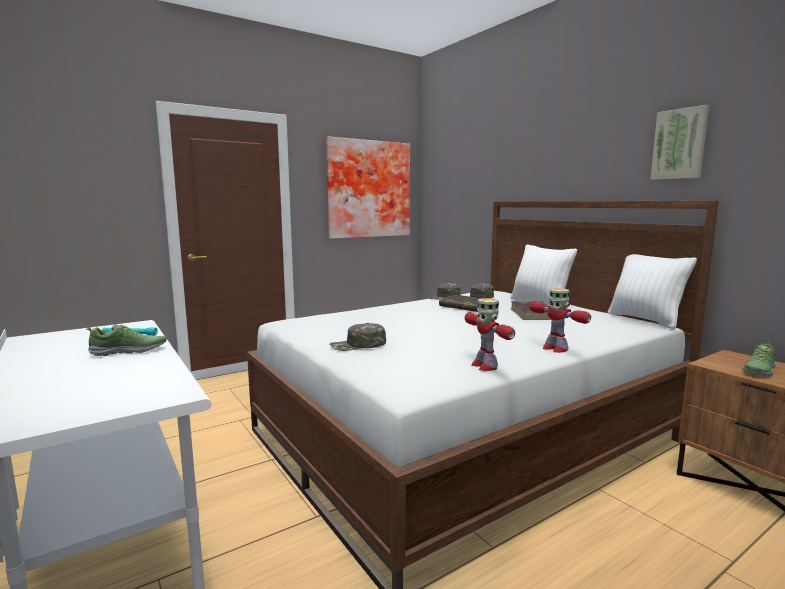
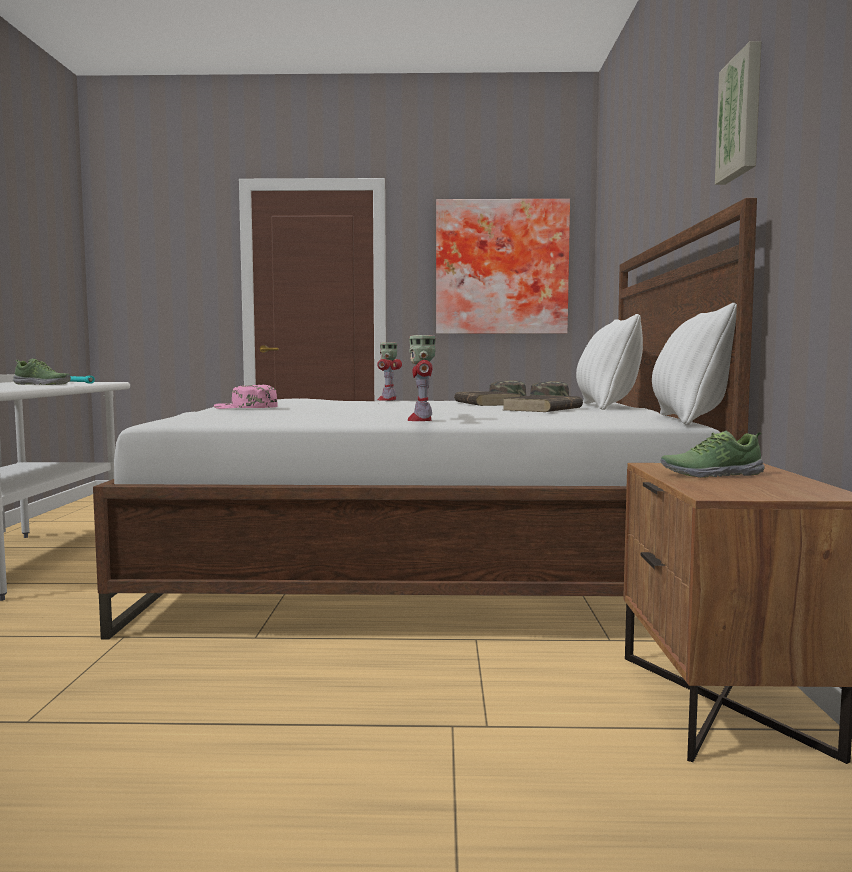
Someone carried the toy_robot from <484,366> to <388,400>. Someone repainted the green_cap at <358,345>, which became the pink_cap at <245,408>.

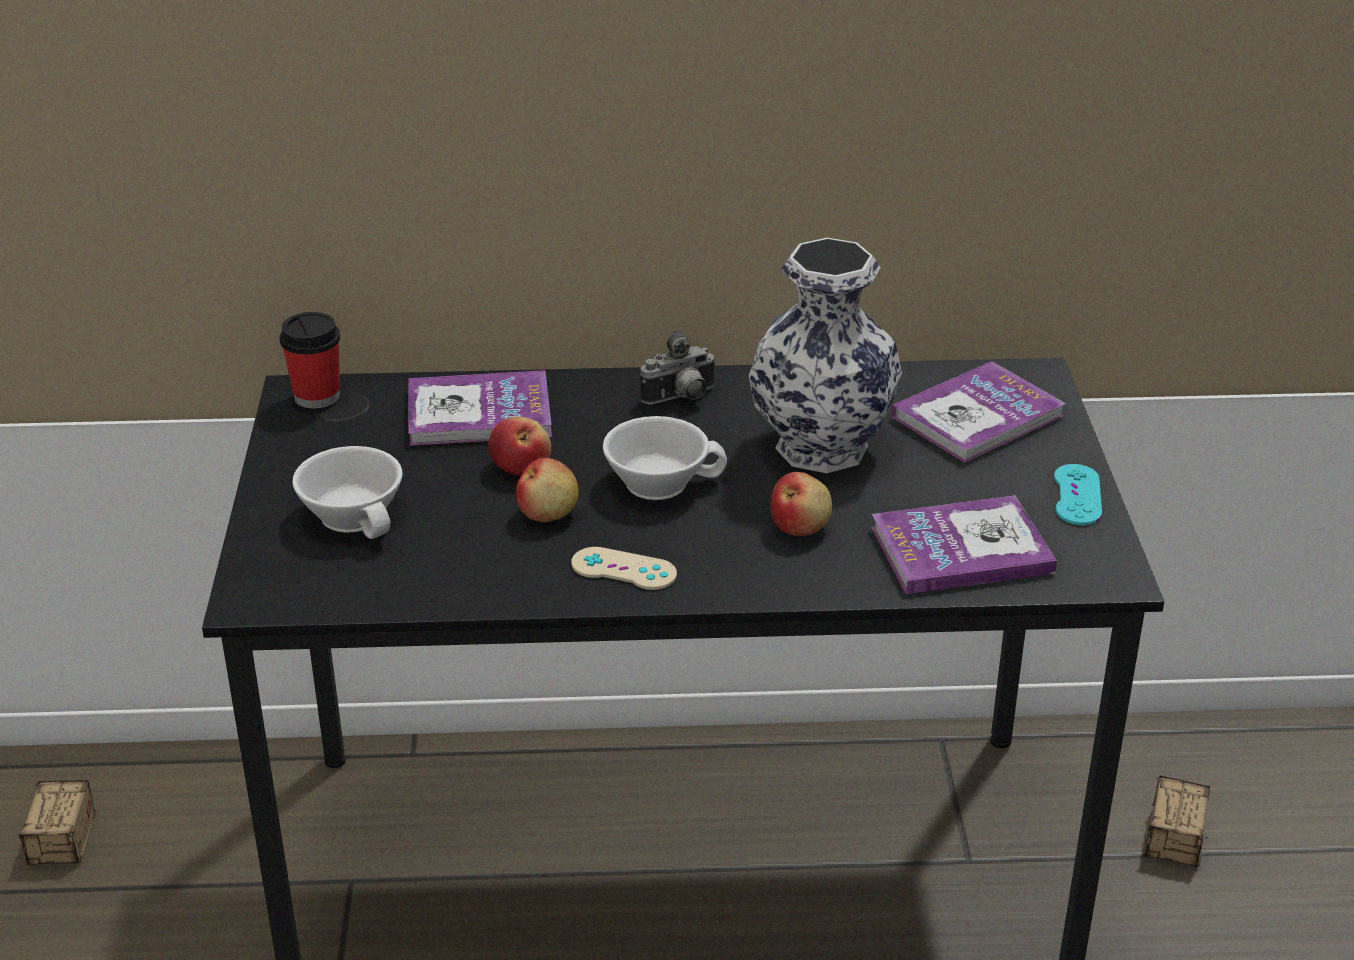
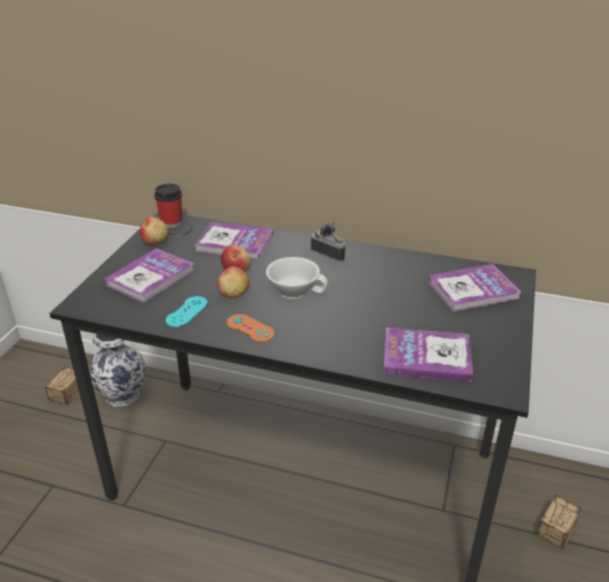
Someone carried the vase from <822,445> to <123,394>. Someone rotated the photo_camera at <681,398> by 135 degrees counterclockwise. Someone swapped the white_cup at <357,515> for the book at <150,277>. Someone carried the turquoise_game_controller from <1077,495> to <187,312>. Someone carried the apple from <800,526> to <155,241>. Someone repainted the beige_game_controller at <623,569>, which became the orange_game_controller at <250,328>.

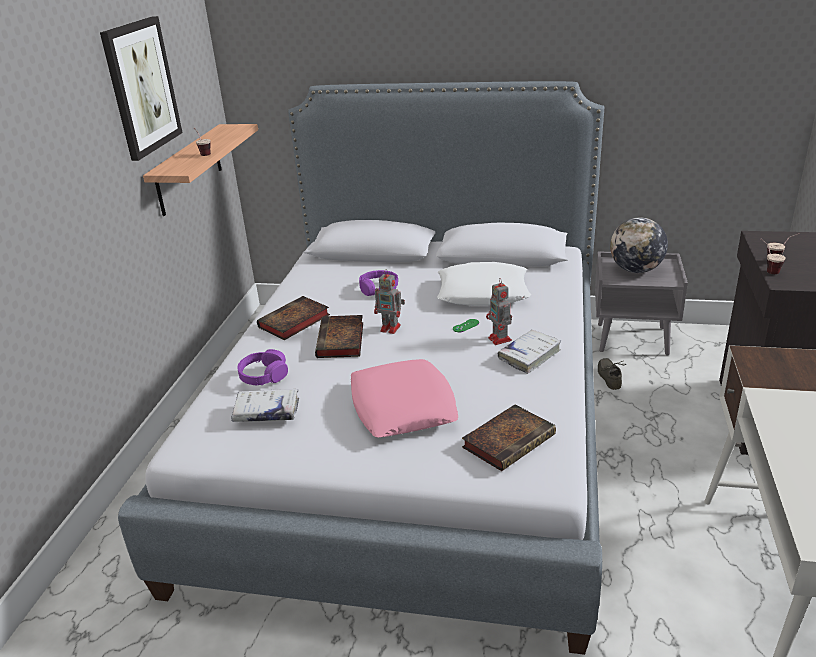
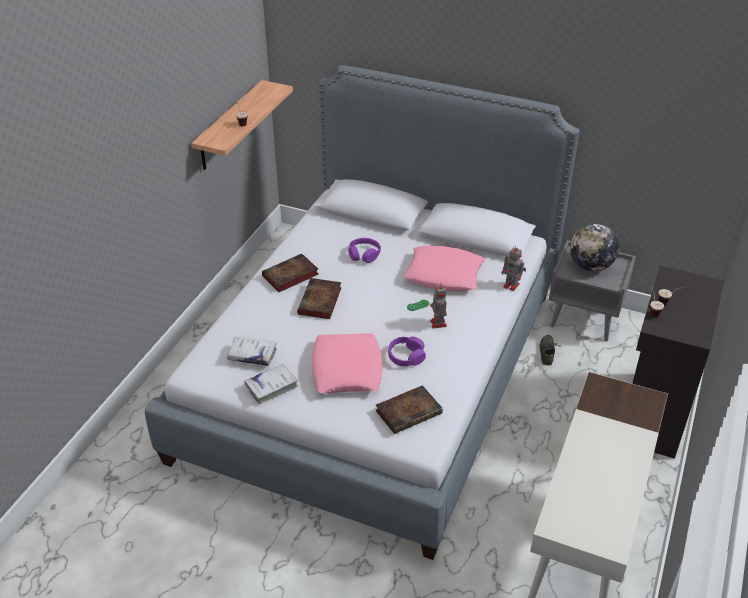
Someone took away the picture at <141,87>. Someone repainted the white_pillow at <483,292>, which became the pink_pillow at <444,274>. Someone carried the toy_robot from <391,328> to <512,285>. Someone carried the white_book from <529,356> to <271,387>. Someone carried the purple_headphones from <264,375> to <406,356>.

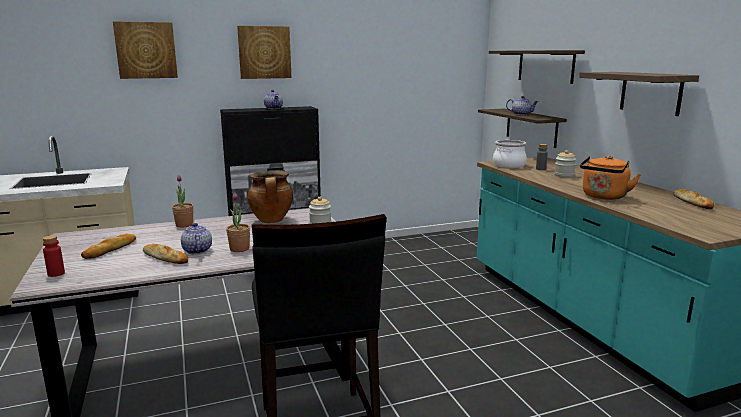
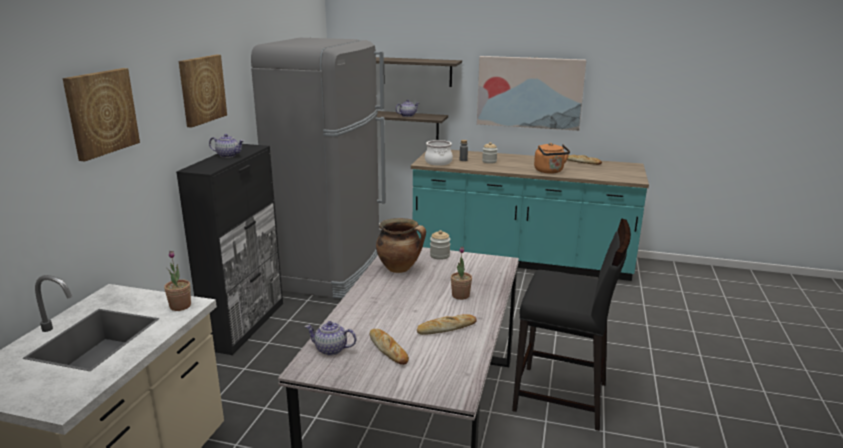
Someone swapped the shelf at <650,93> for the picture at <529,92>. Someone carried the potted_plant from <184,225> to <180,306>. Someone carried the teapot from <197,250> to <330,349>. Someone took away the red_bottle at <56,274>. Someone put down the grey_fridge at <331,272>.

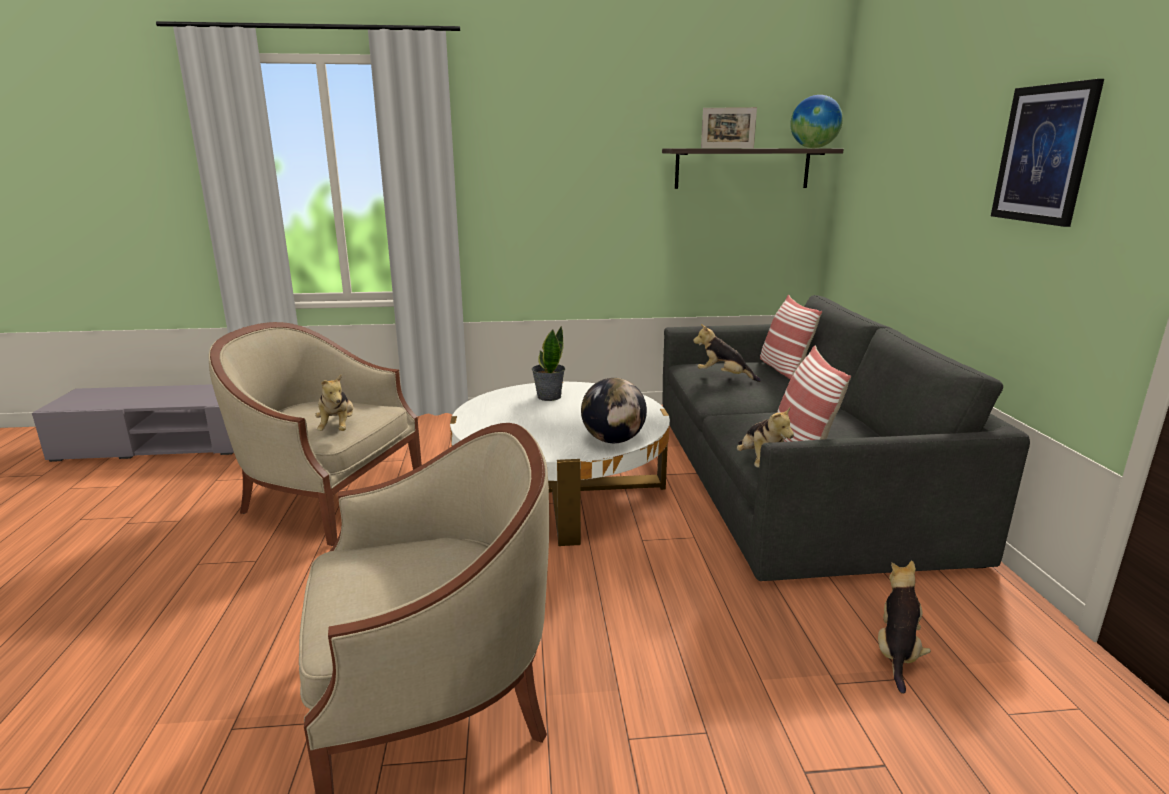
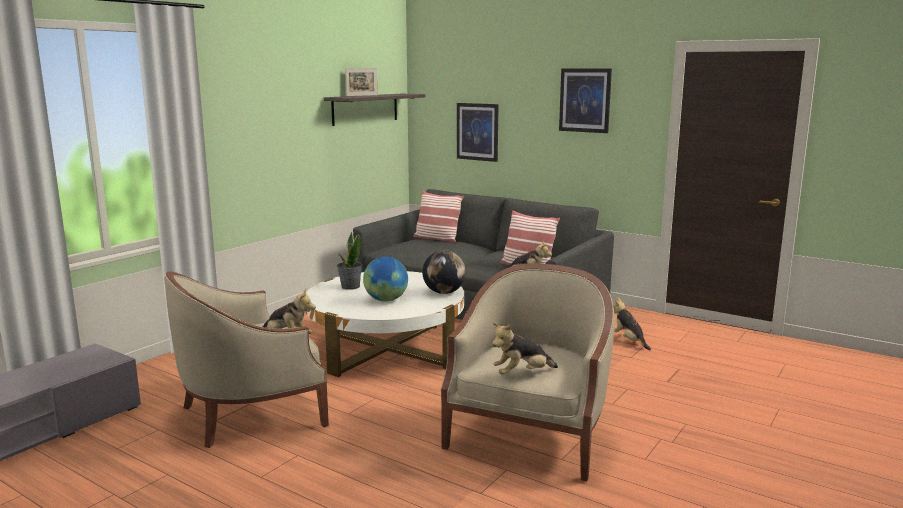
Someone carried the globe from <813,148> to <385,300>. Someone carried the plush_toy from <724,376> to <522,374>. Someone put up the picture at <477,132>.

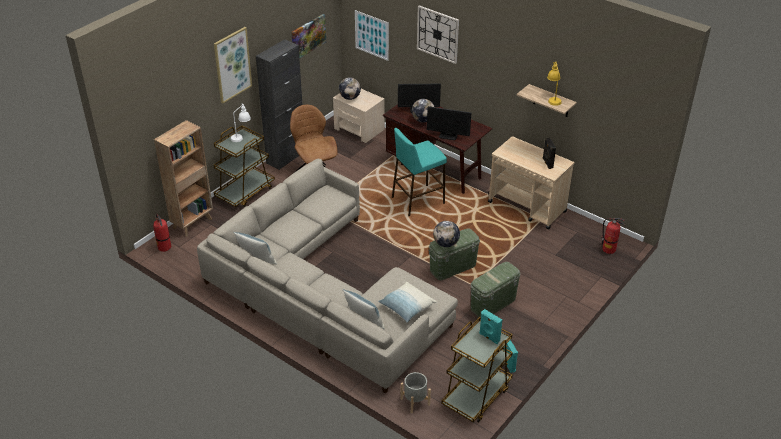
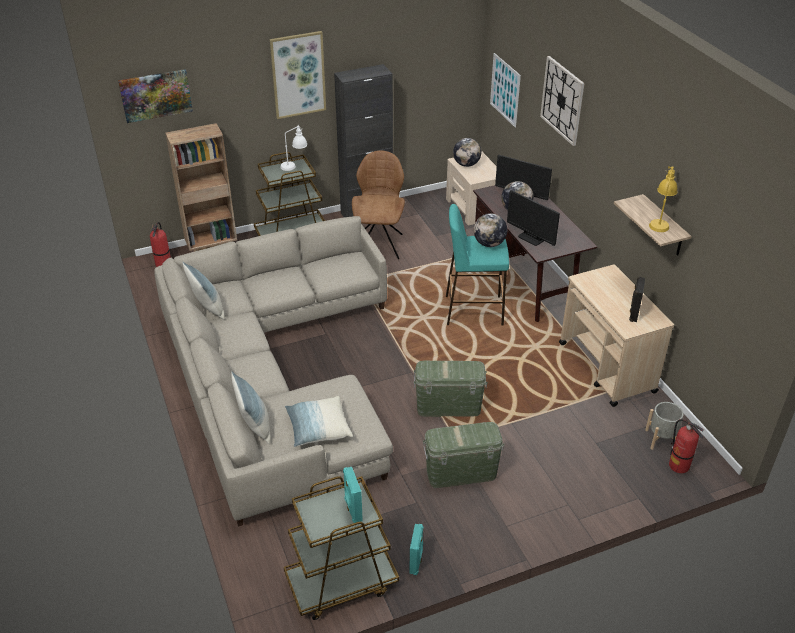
Someone carried the picture from <308,36> to <155,95>. Someone carried the globe from <446,244> to <489,244>. Someone carried the grey_planter from <415,402> to <661,439>.

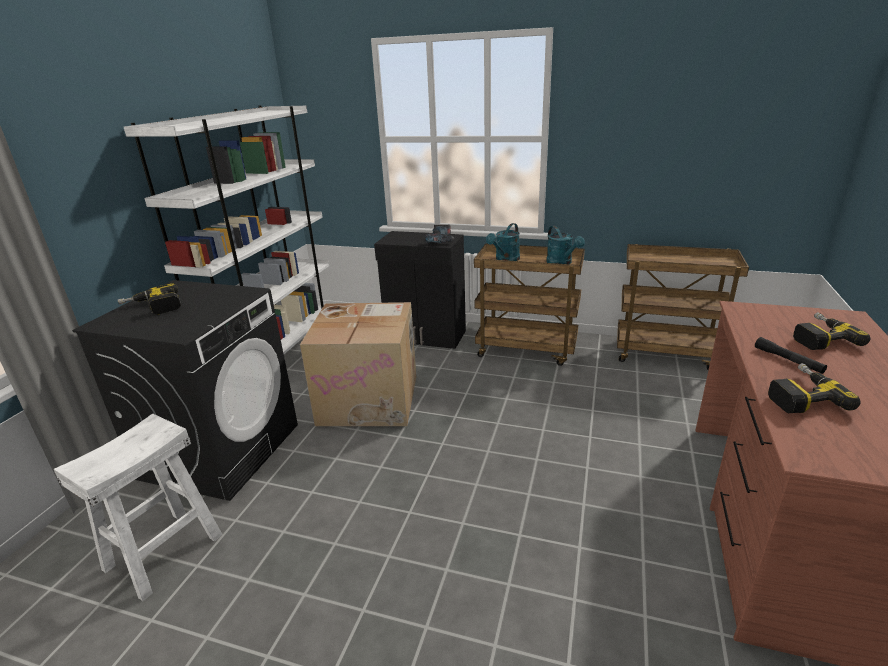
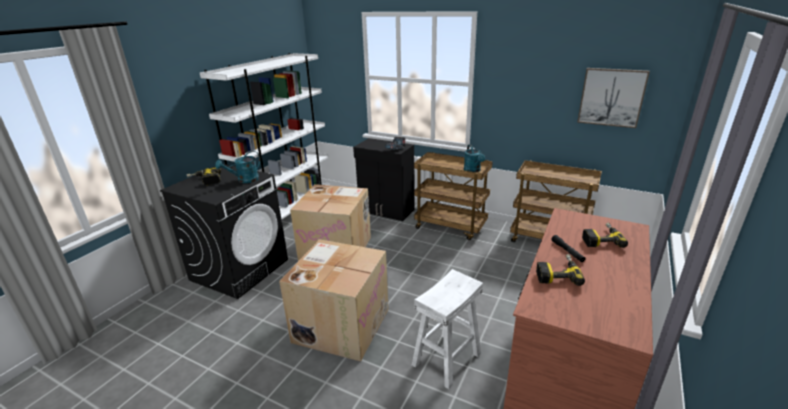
Someone carried the turquoise_watering_can from <505,260> to <244,180>. Someone carried the white_stool from <164,551> to <446,358>. Someone put up the picture at <611,97>. Someone put down the cardboard_box at <341,324>.

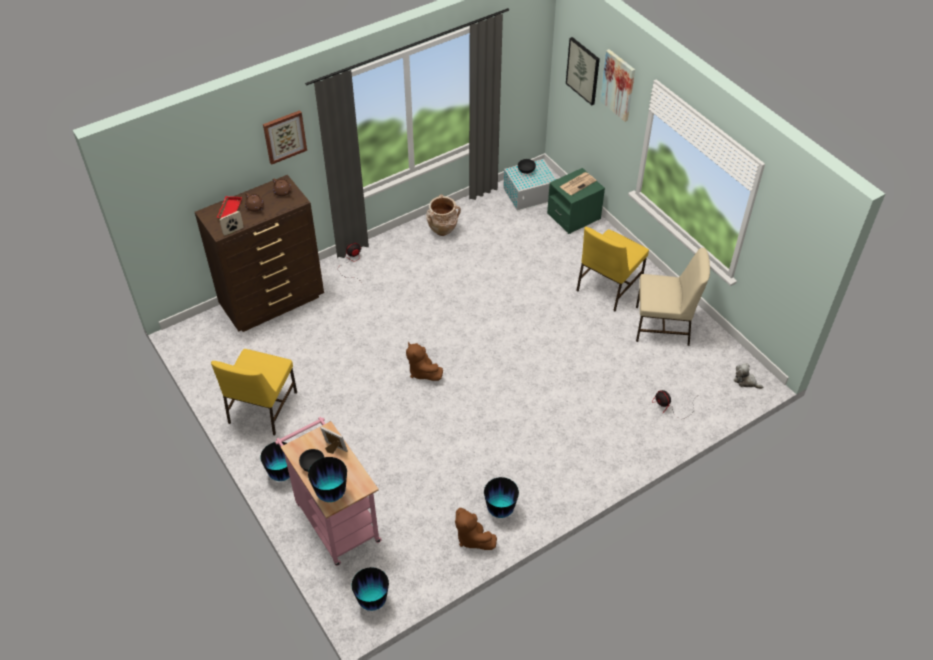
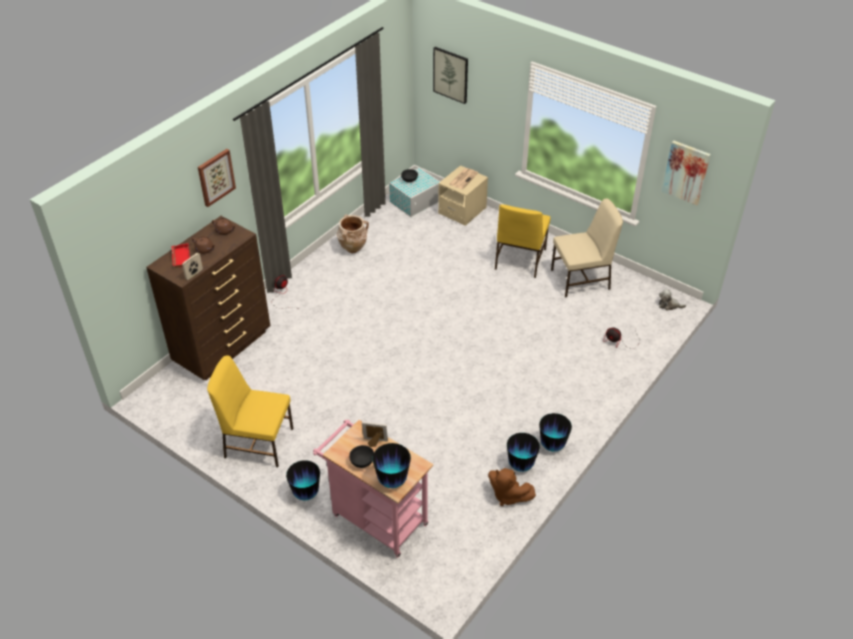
Someone carried the picture from <618,85> to <686,172>. Someone repainted the green_nightstand at <574,216>, which became the beige_nightstand at <462,211>. Someone took away the brown_plush_toy at <422,371>. Someone rotated the yellow_chair at <261,408> by 105 degrees clockwise. Someone carried the vase from <372,601> to <552,446>.

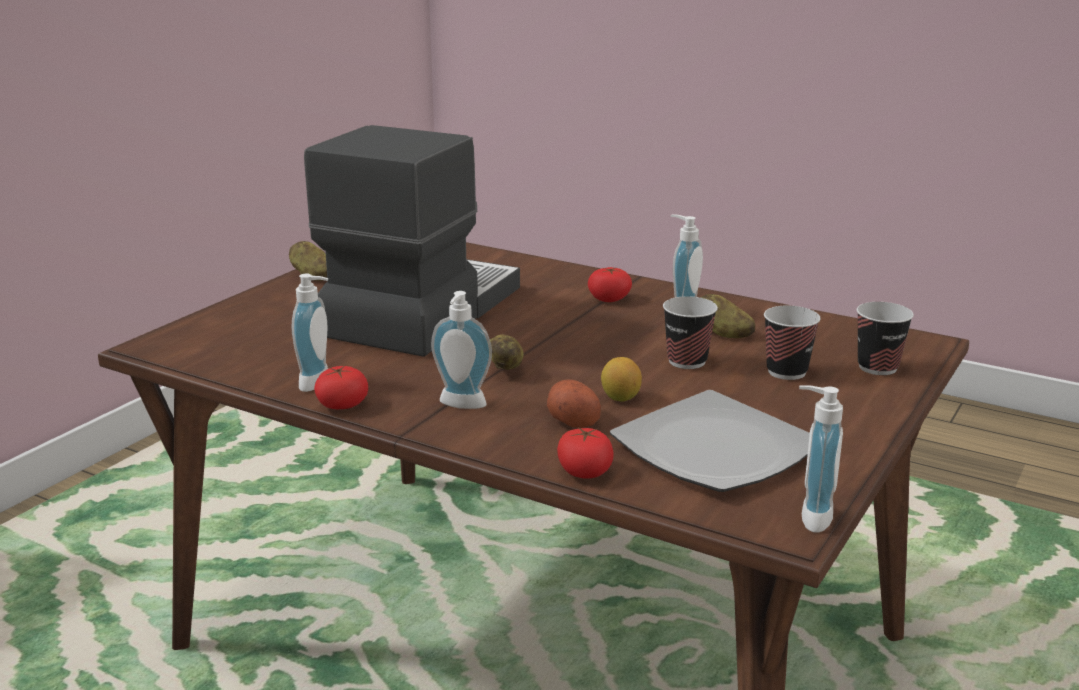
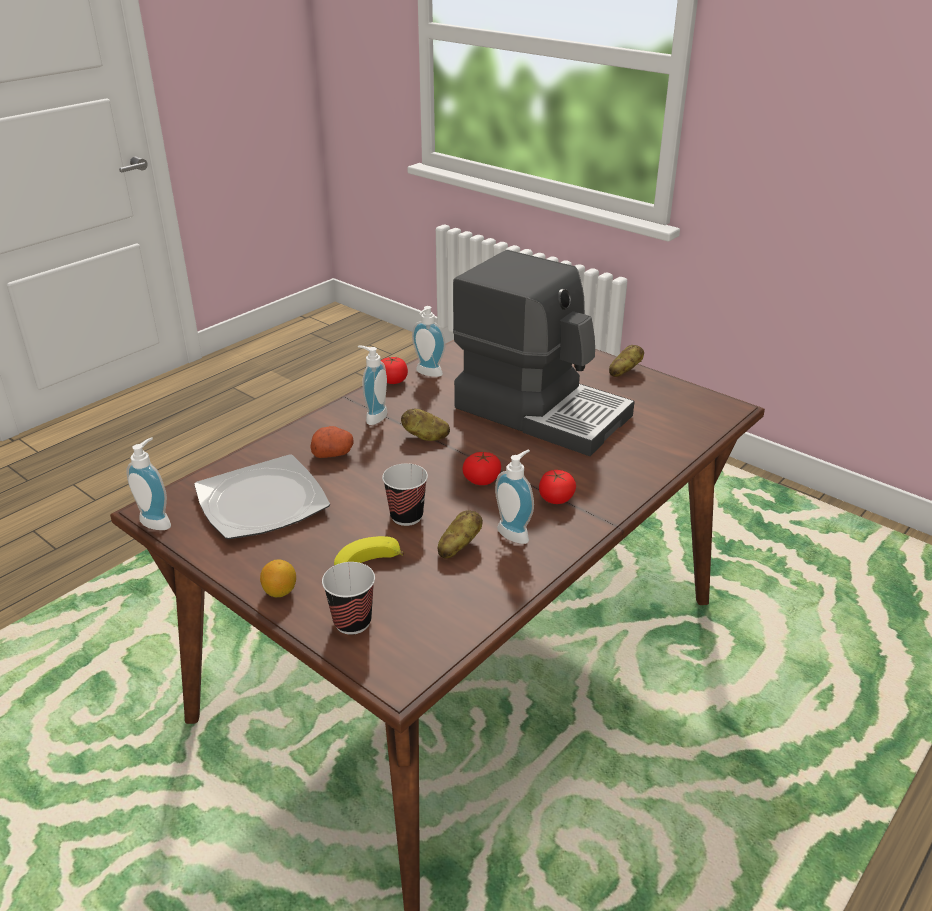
Someone swapped the cup at <786,372> for the banana at <366,564>. Someone carried the lemon from <620,398> to <280,591>. Someone carried the tomato from <585,471> to <481,479>.

